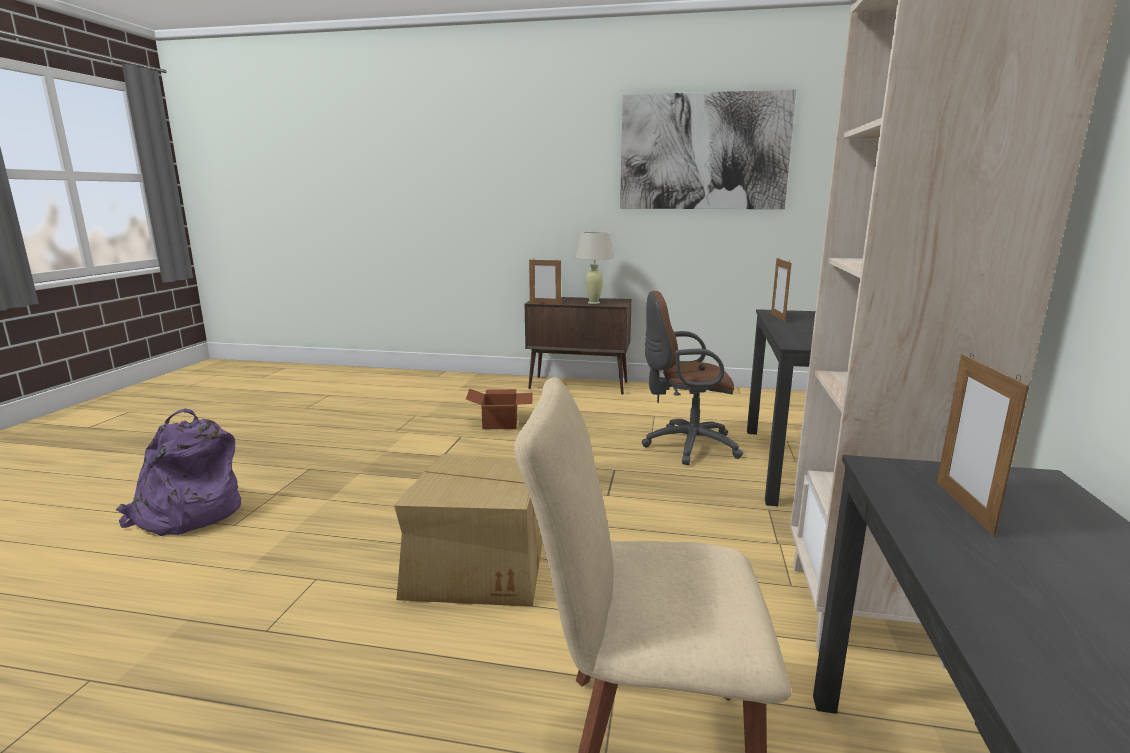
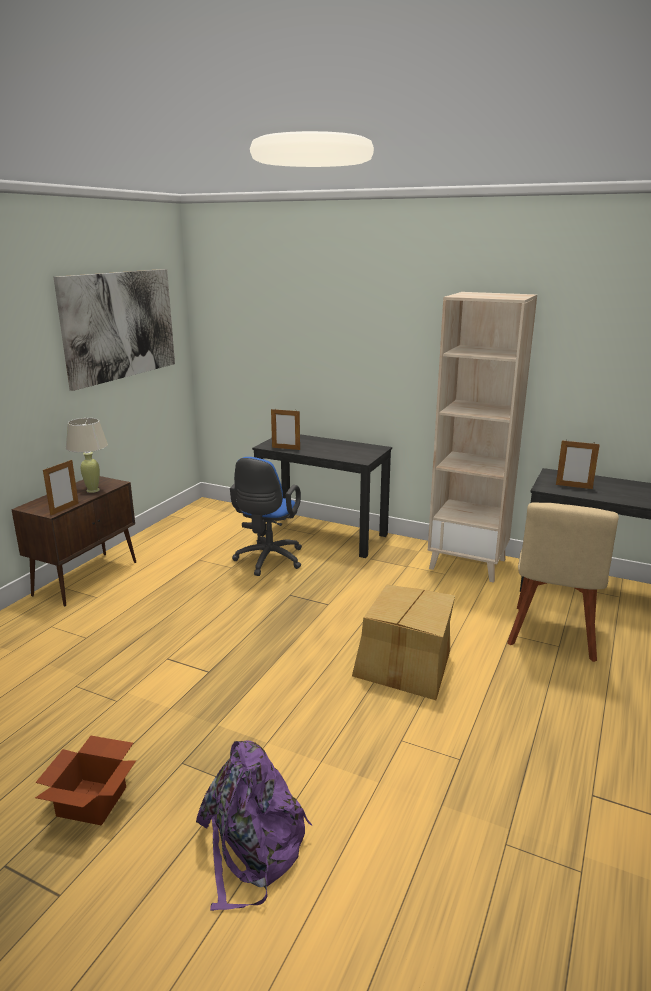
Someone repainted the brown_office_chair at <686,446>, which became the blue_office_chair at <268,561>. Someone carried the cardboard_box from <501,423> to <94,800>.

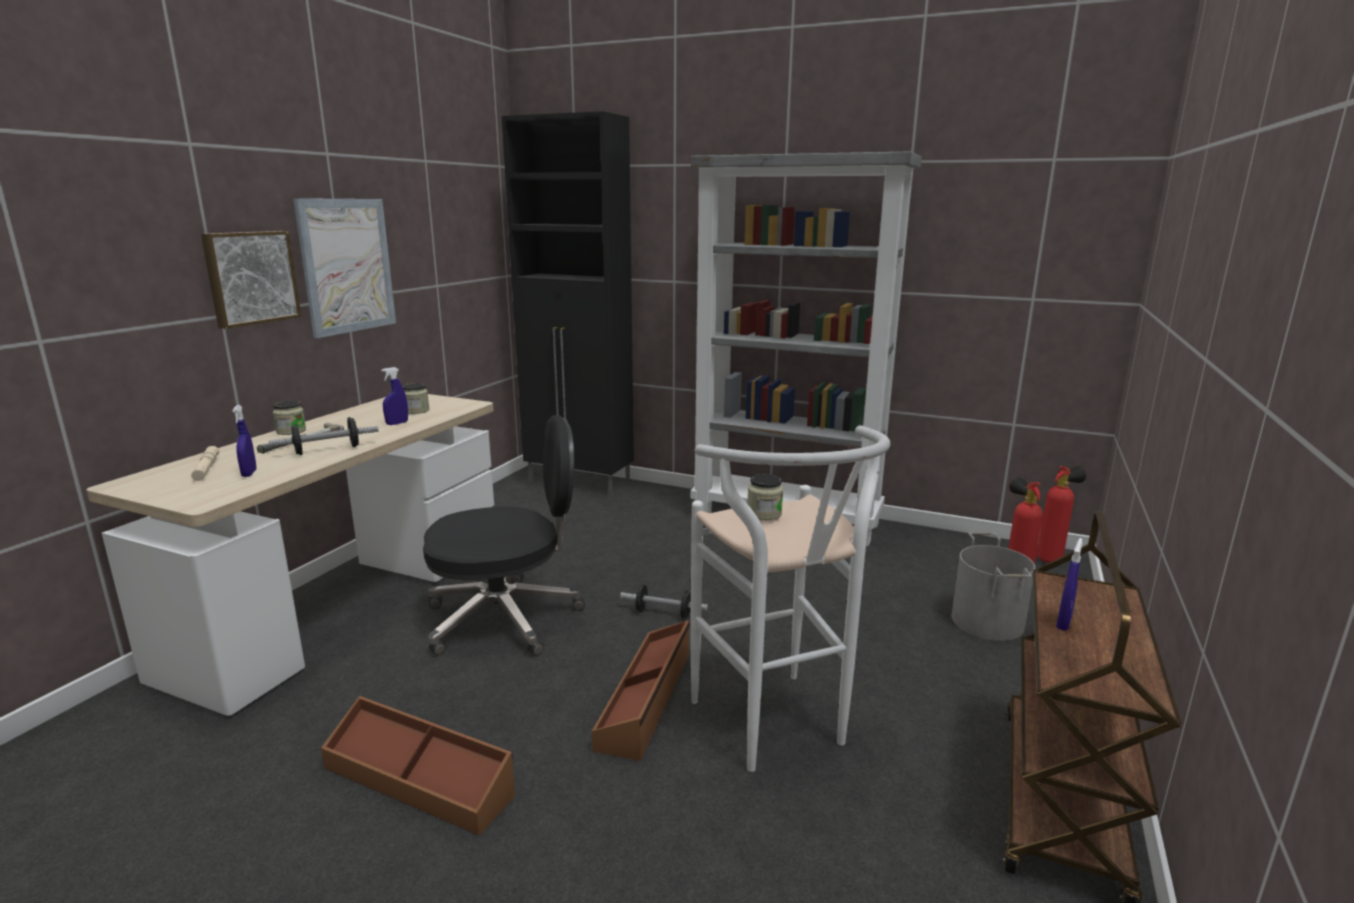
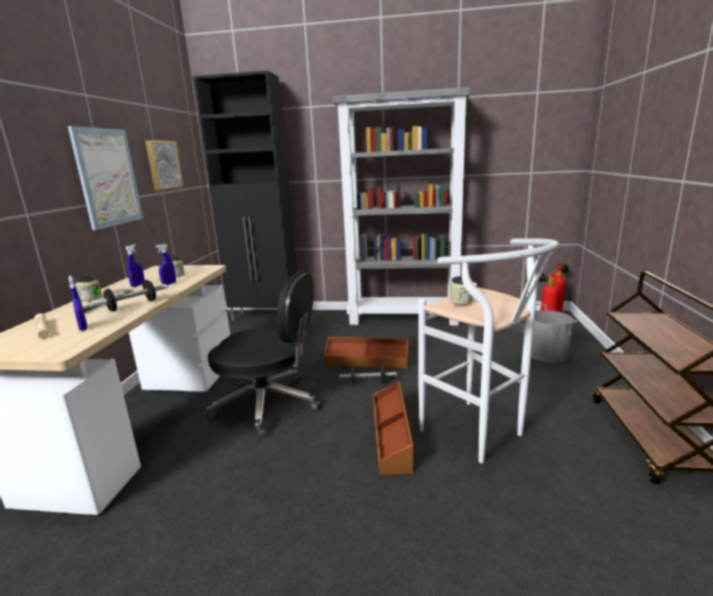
Someone carried the picture from <250,277> to <162,165>. Someone rotated the black_office_chair at <506,618> by 45 degrees clockwise. Someone carried the blue_spray_bottle from <1063,623> to <138,285>. Someone carried the brown_storage_box from <419,780> to <367,361>.

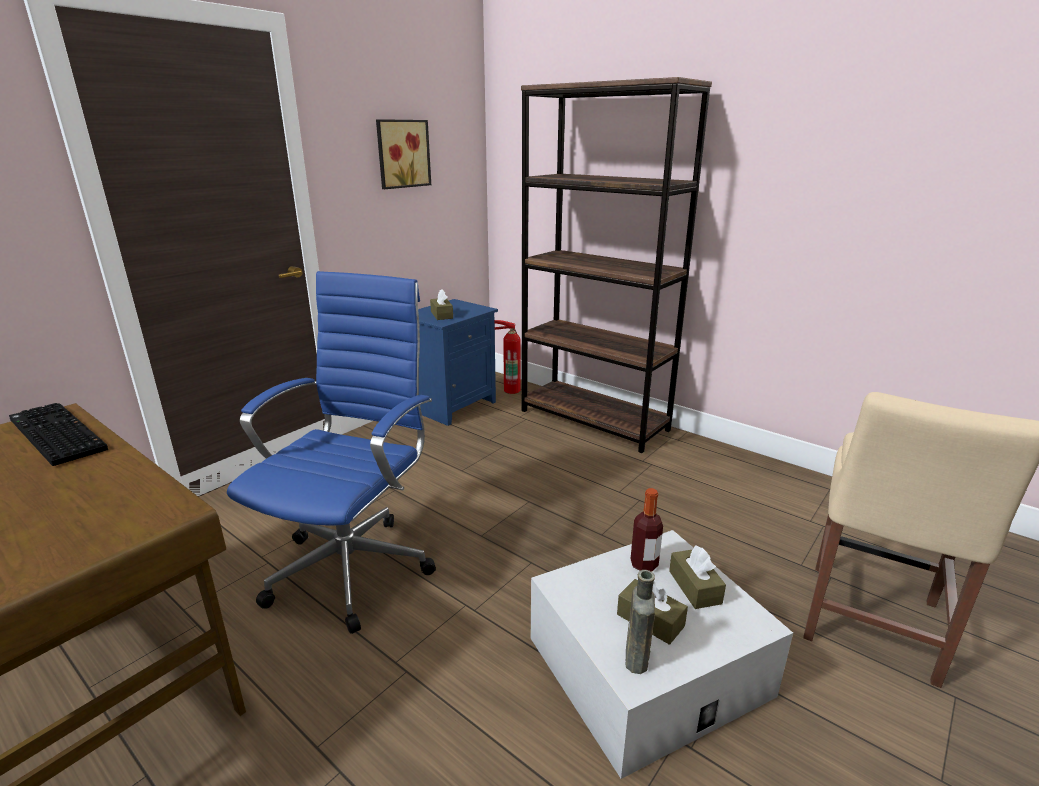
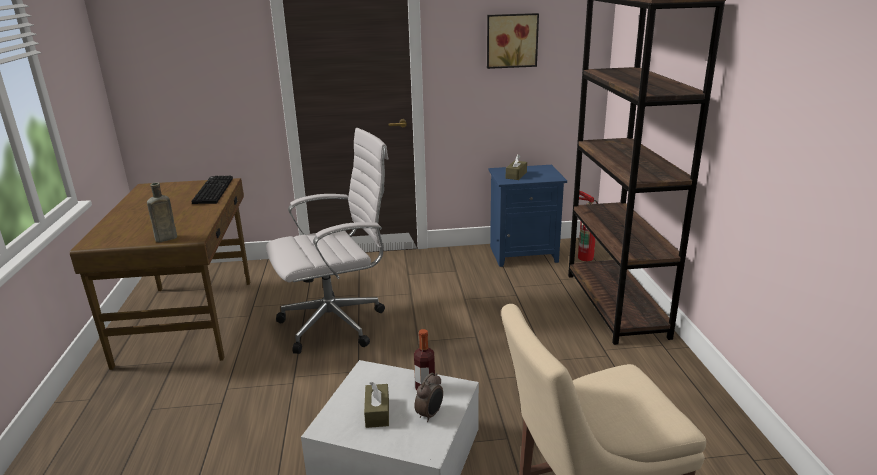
Someone repainted the blue_office_chair at <355,566>, which became the white_office_chair at <337,323>. Someone swapped the brown_tissue_box at <694,587> for the alarm_clock at <430,414>. Someone carried the brown_bottle from <636,660> to <164,239>.

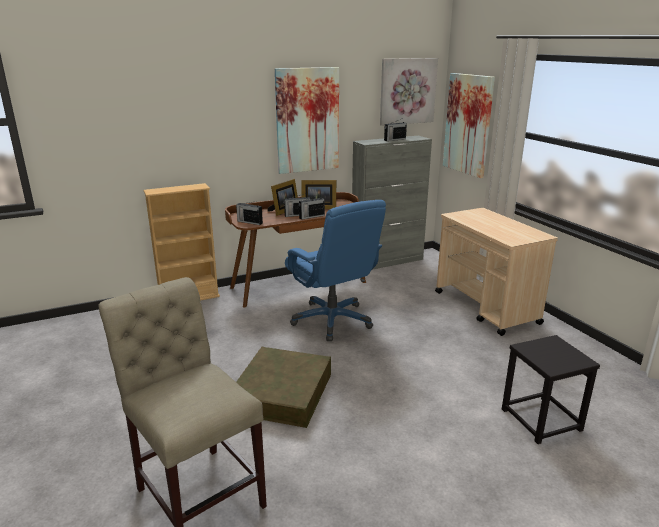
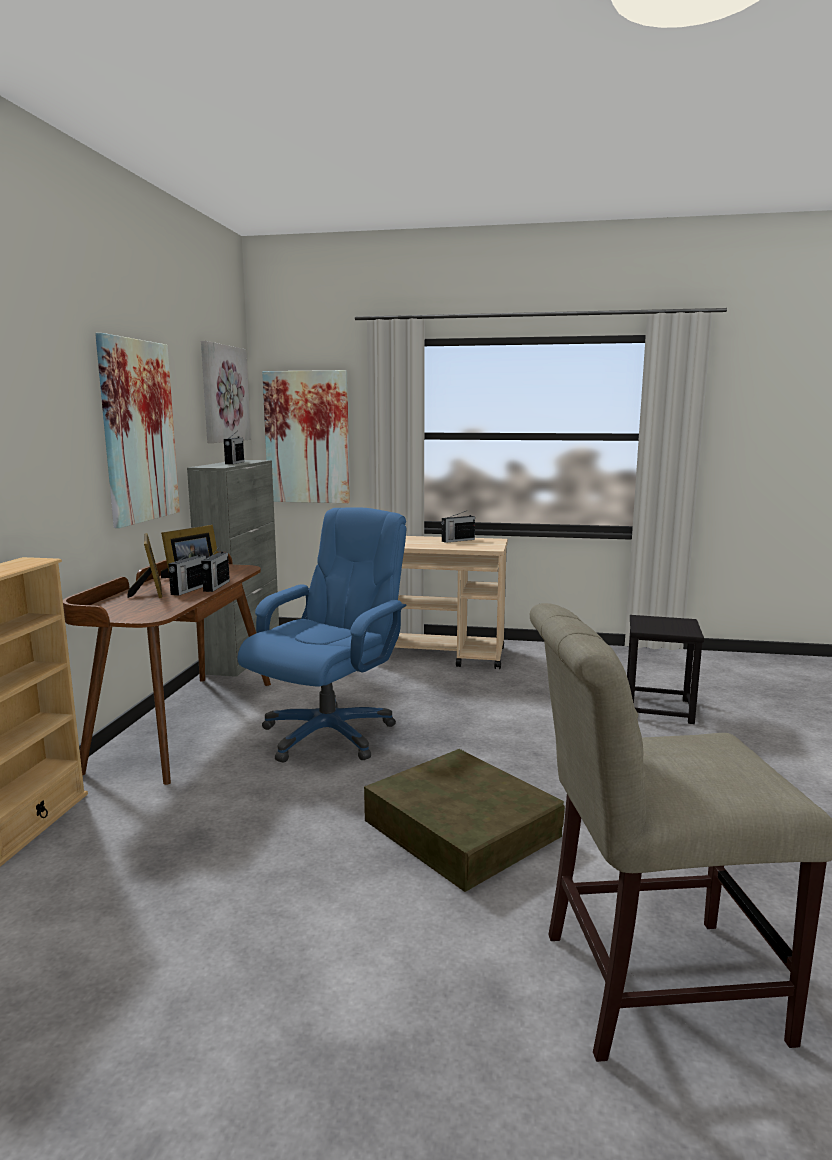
Someone rotated the blue_office_chair at <332,320> by 60 degrees counterclockwise. Someone carried the radio from <249,222> to <457,540>.

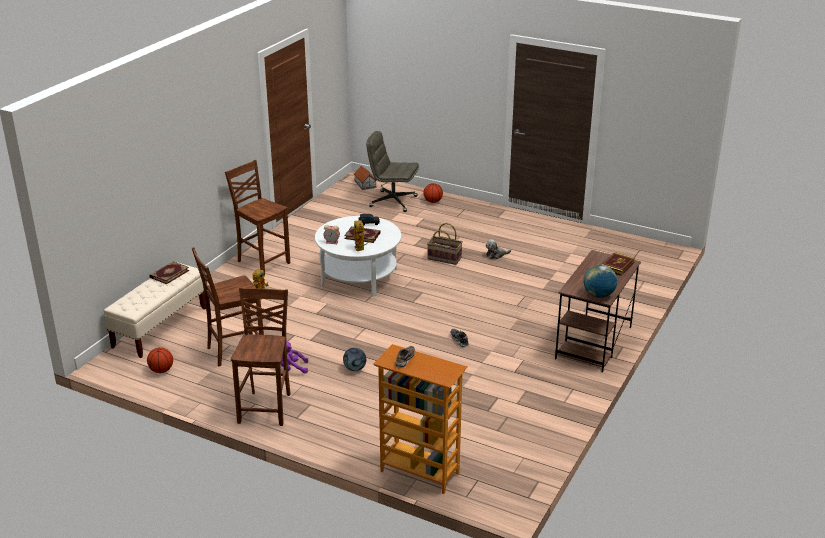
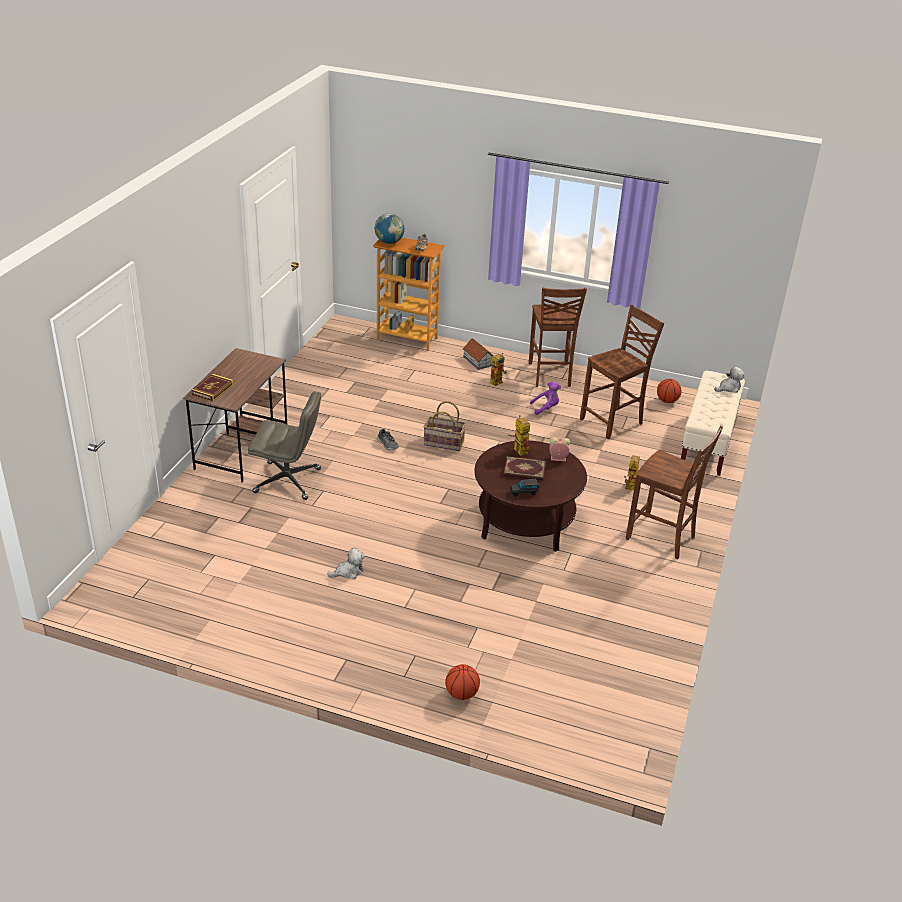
Someone carried the grey_office_chair from <392,201> to <288,481>. Someone carried the toy_house from <365,184> to <478,361>. Someone repainted the white_coffee_table at <359,277>, which became the brown_coffee_table at <526,521>. Someone carried the basket from <444,258> to <443,443>. Someone took away the book at <169,274>. Someone carried the globe from <598,295> to <389,242>. Someone took away the football at <354,369>. Someone put down the toy_robot at <497,381>. Someone put down the plush_toy at <729,388>.

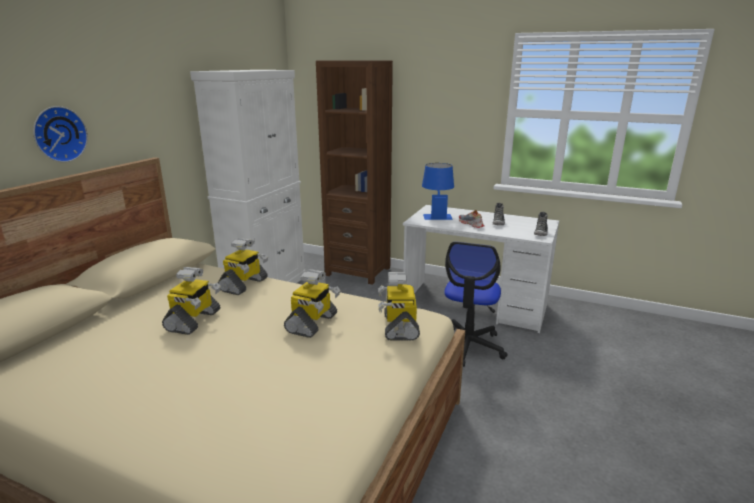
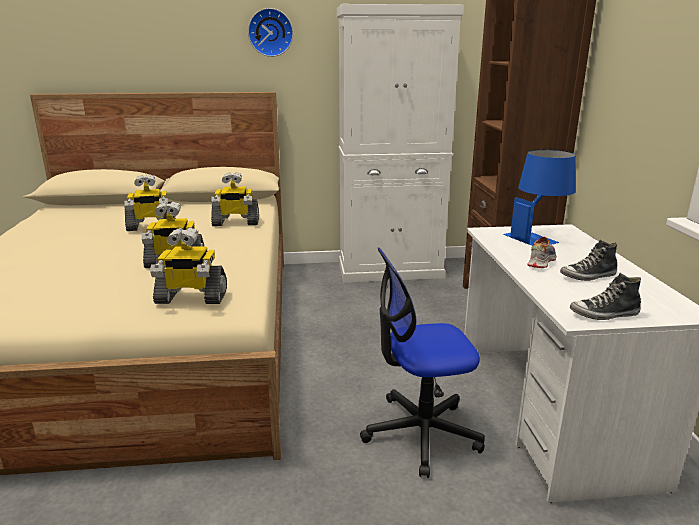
Someone carried the wall_clock from <58,134> to <270,32>. Someone rotated the toy_robot at <399,326> by 150 degrees counterclockwise.

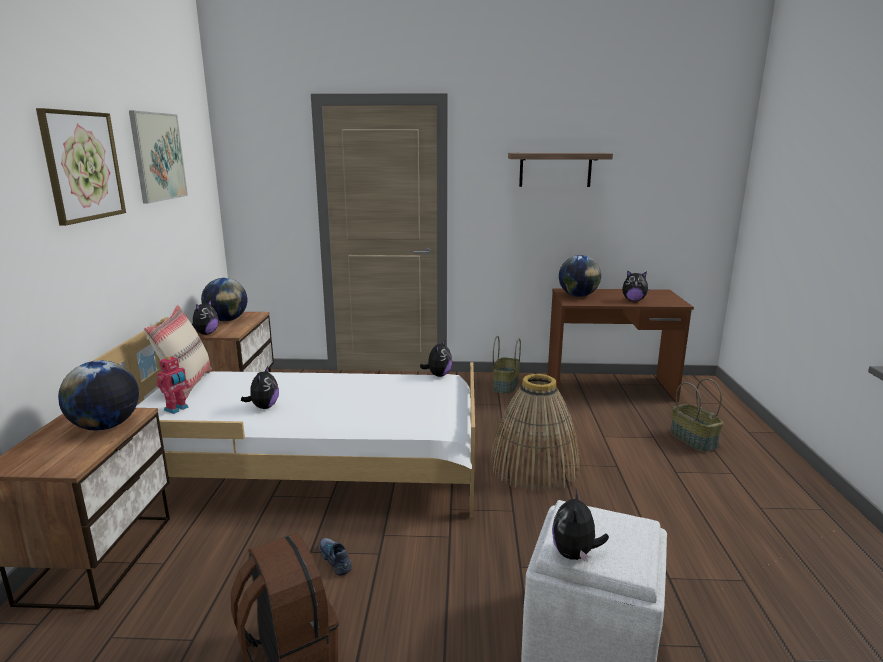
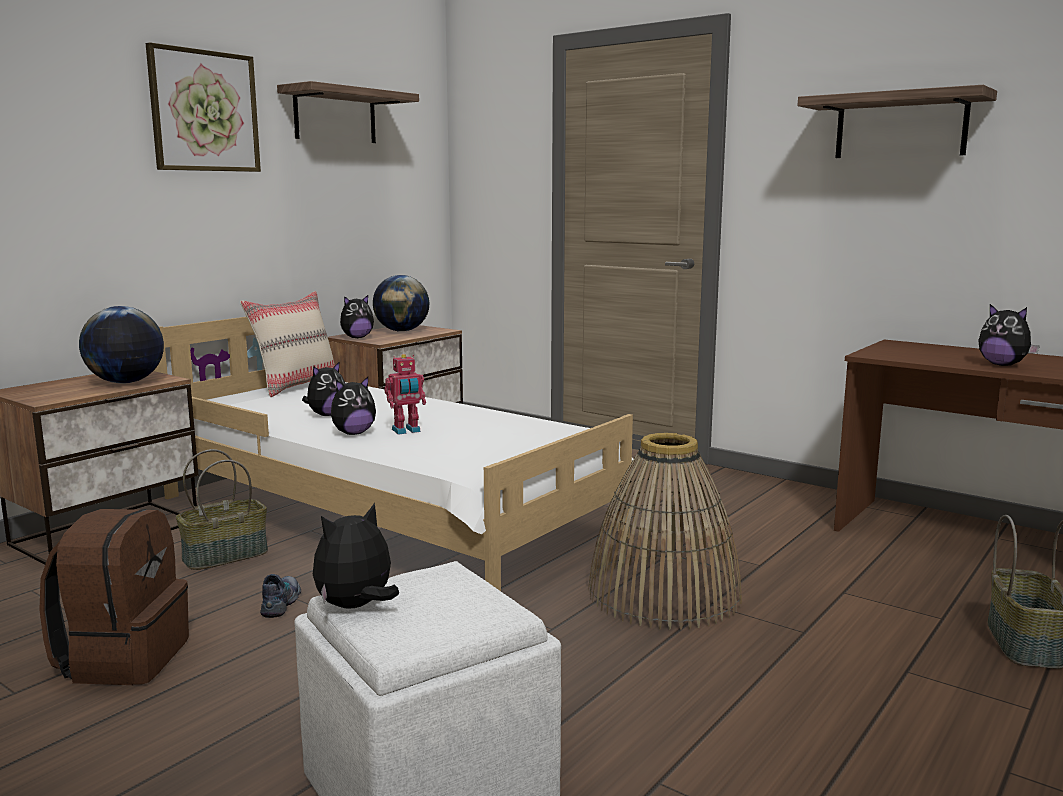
Someone swapped the picture at <158,156> for the shelf at <335,116>. Someone took away the globe at <578,296>. Someone carried the basket from <505,385> to <225,555>. Someone carried the plush_toy from <438,375> to <353,433>. Someone carried the toy_robot from <177,409> to <406,431>.

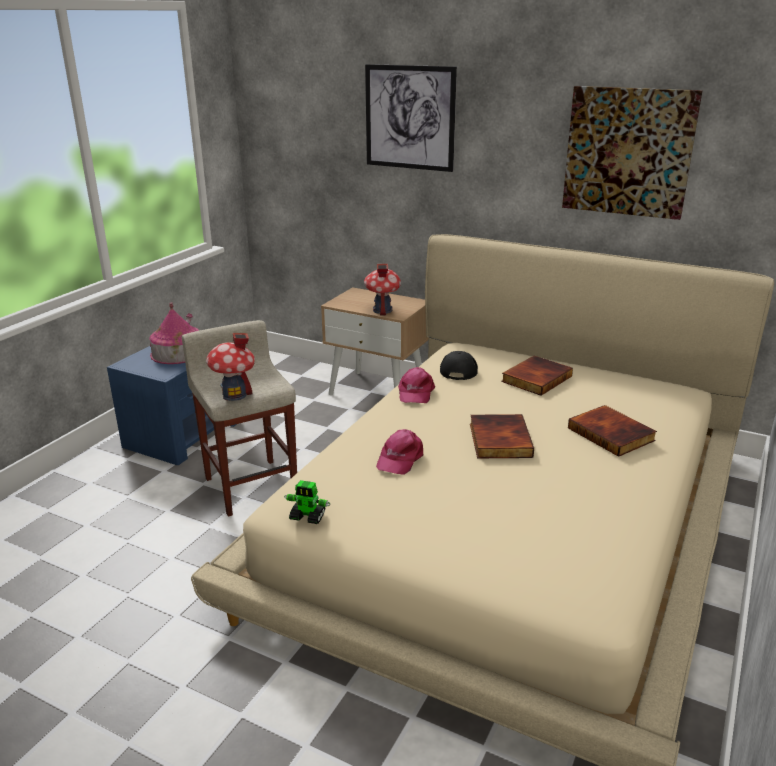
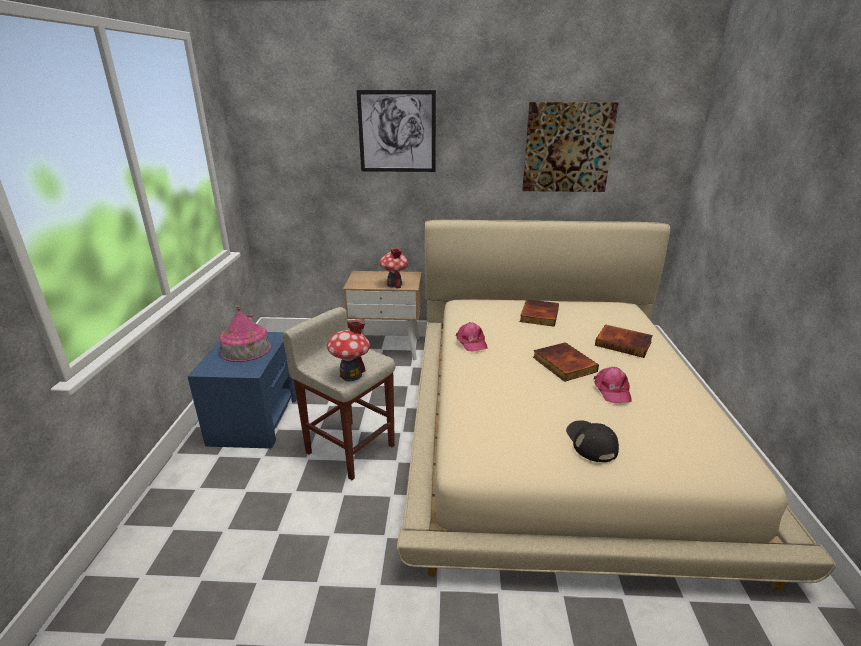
Someone carried the black_cap from <459,369> to <591,442>. Someone carried the pink_cap from <399,458> to <612,390>. Someone took away the toy_robot at <308,517>.

